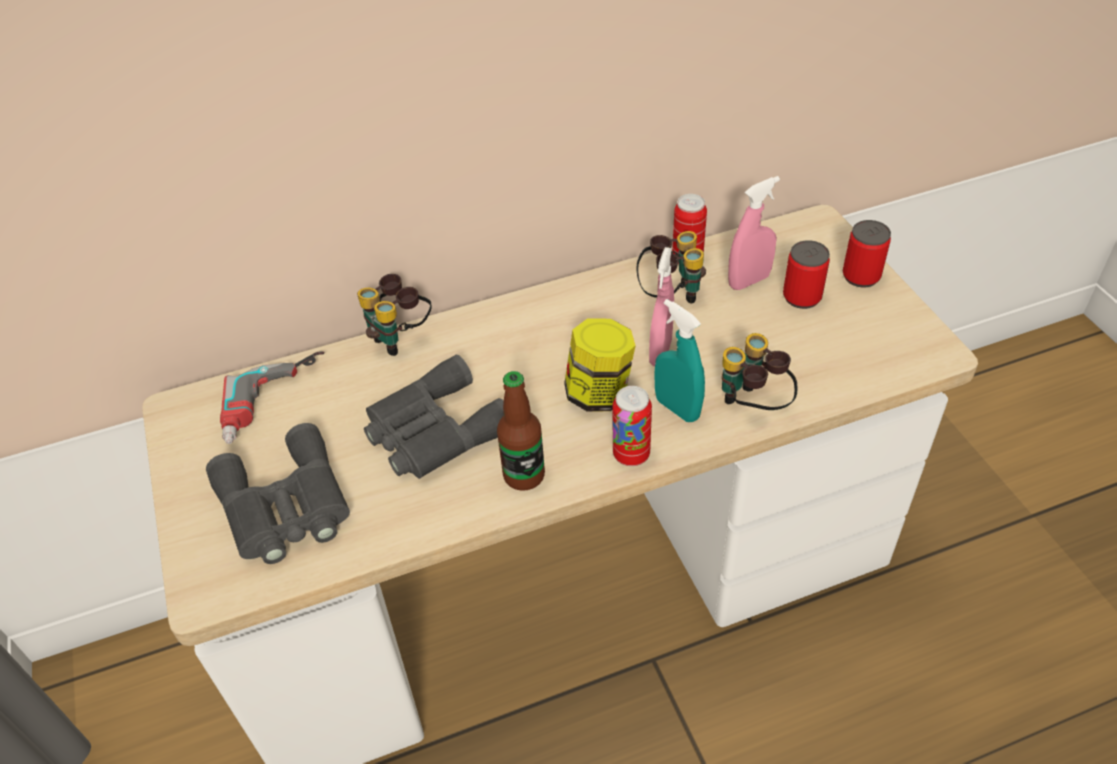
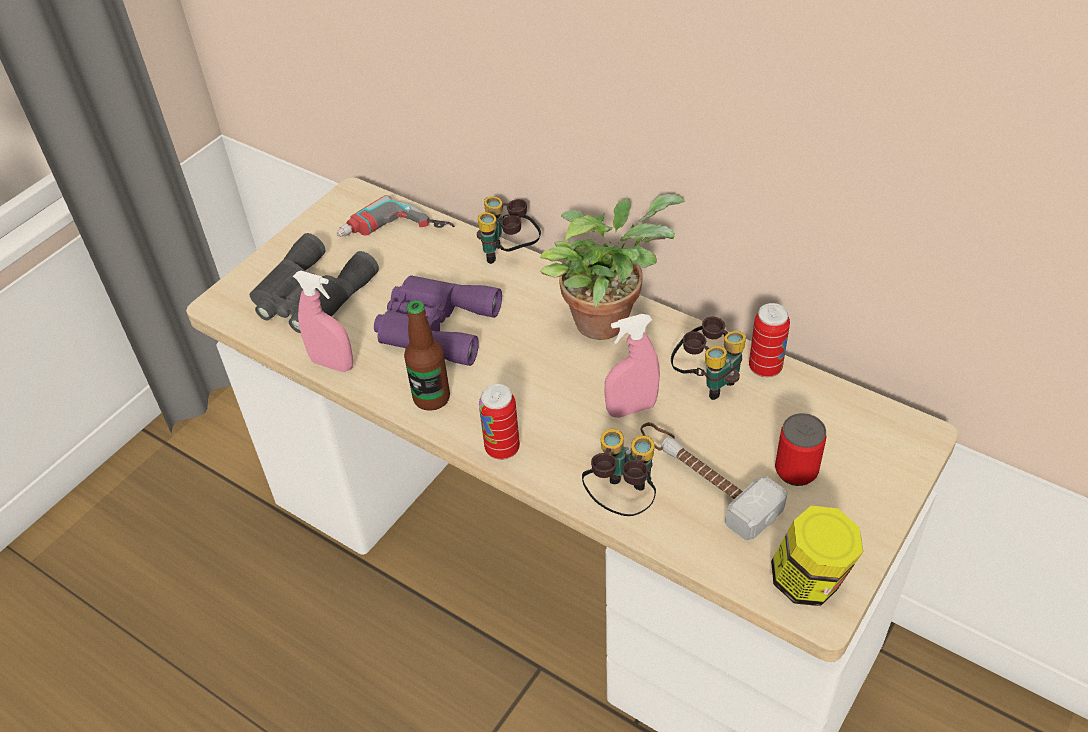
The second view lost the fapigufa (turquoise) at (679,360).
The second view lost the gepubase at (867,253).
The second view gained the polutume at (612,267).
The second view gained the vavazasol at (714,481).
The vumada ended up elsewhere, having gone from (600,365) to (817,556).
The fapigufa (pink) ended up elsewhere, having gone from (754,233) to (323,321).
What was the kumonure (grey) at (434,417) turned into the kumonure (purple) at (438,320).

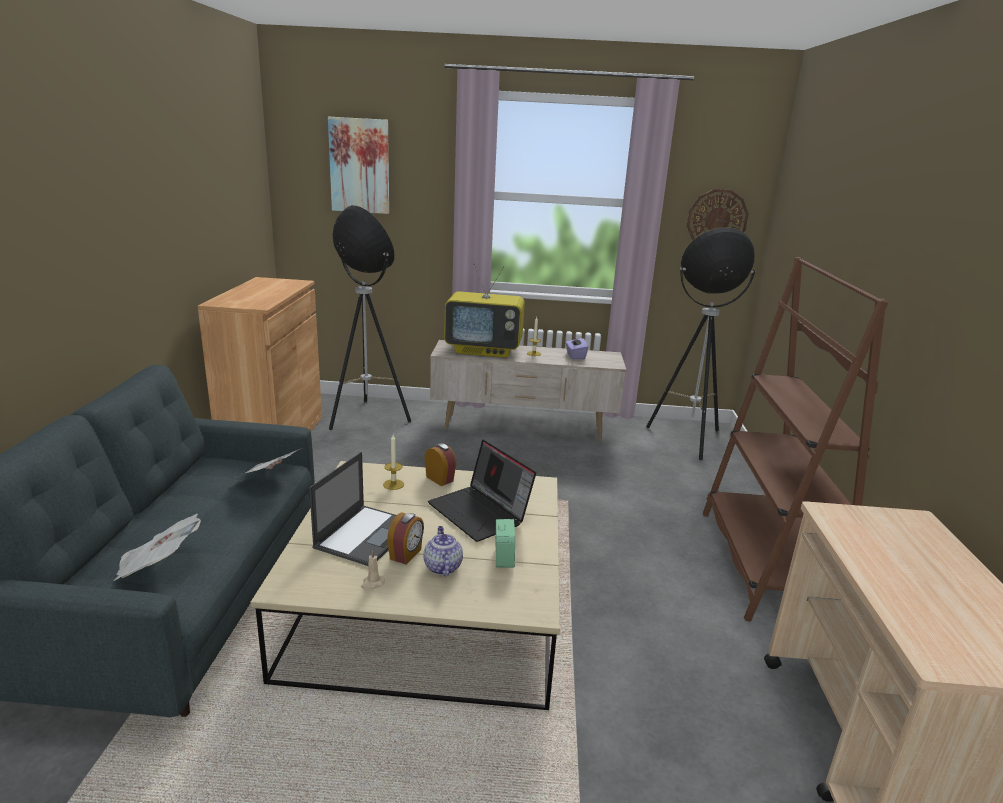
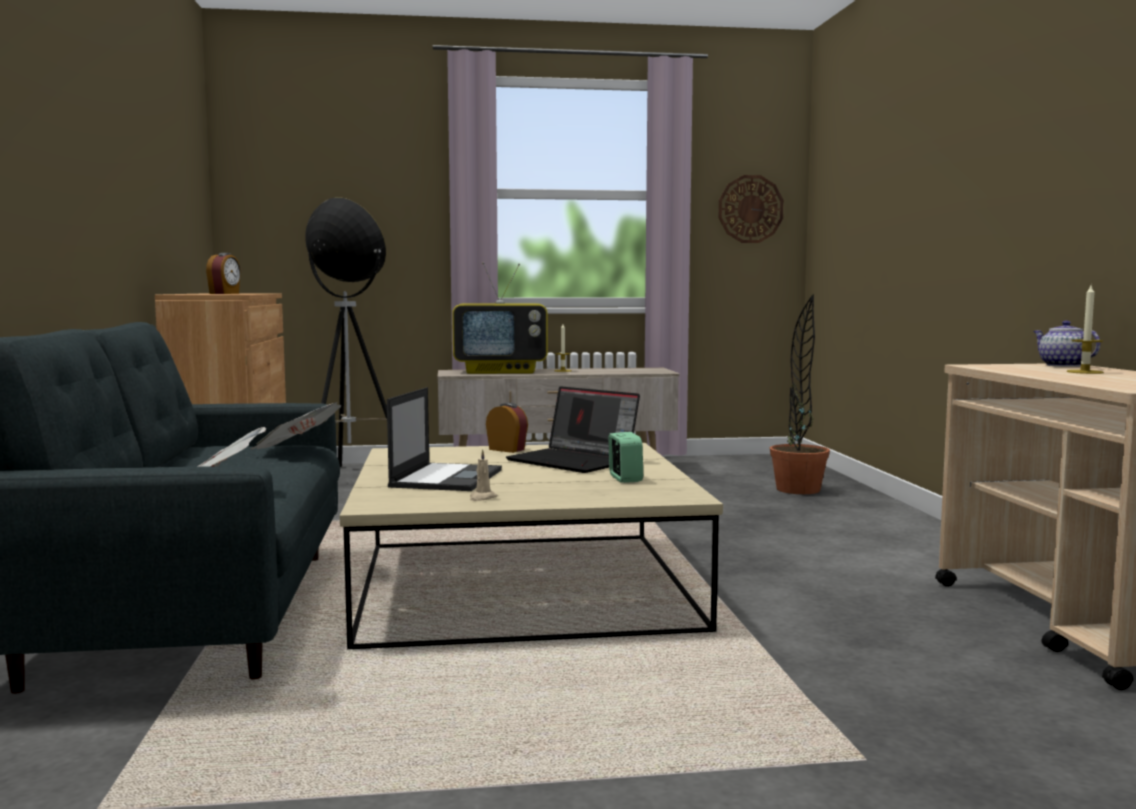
The second view lost the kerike at (358,165).
The second view lost the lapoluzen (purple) at (577,347).
The second view lost the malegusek at (700,343).
The second view lost the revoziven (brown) at (795,439).
The second view gained the polutume at (800,394).
The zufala ended up elsewhere, having gone from (393,462) to (1085,329).
The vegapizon ended up elsewhere, having gone from (405,538) to (223,273).
The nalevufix ended up elsewhere, having gone from (443,551) to (1066,344).

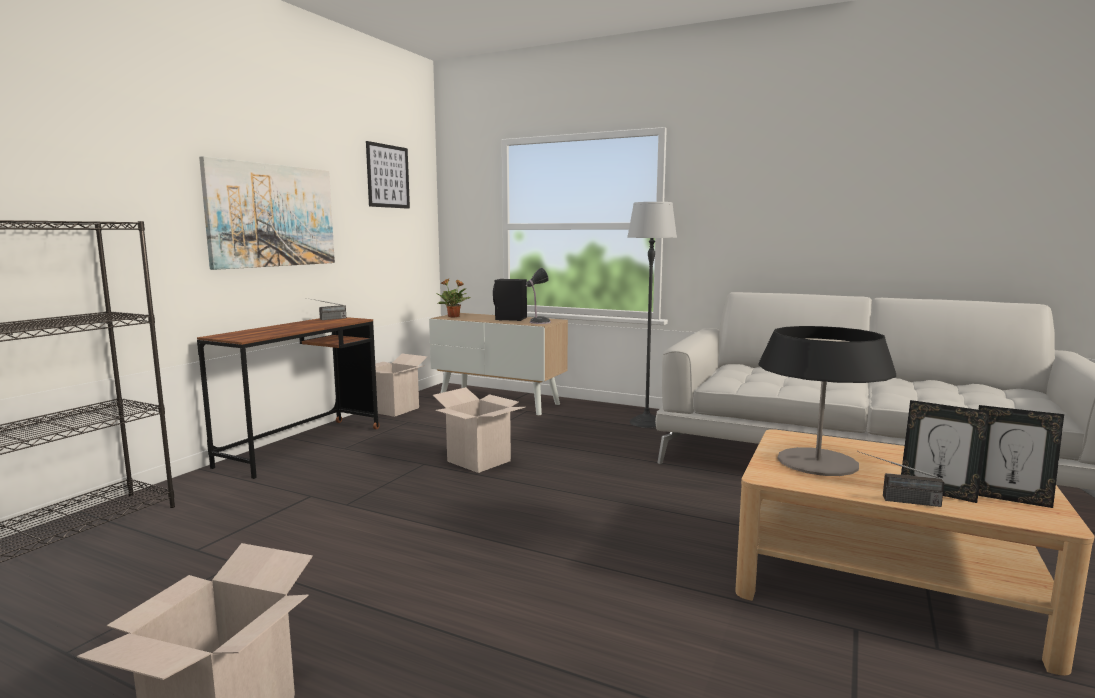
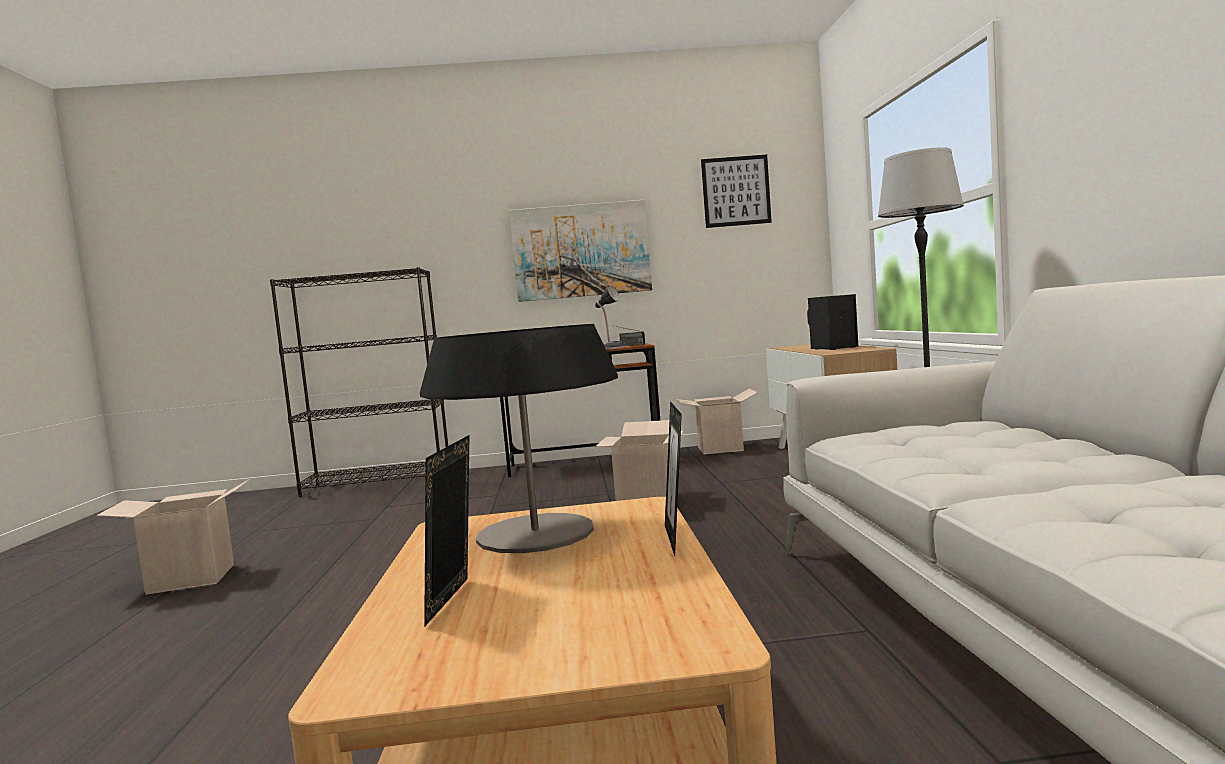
The second view lost the polutume at (453,298).
The second view lost the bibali at (900,479).
The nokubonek ended up elsewhere, having gone from (538,296) to (611,317).
The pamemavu ended up elsewhere, having gone from (1021,456) to (673,478).

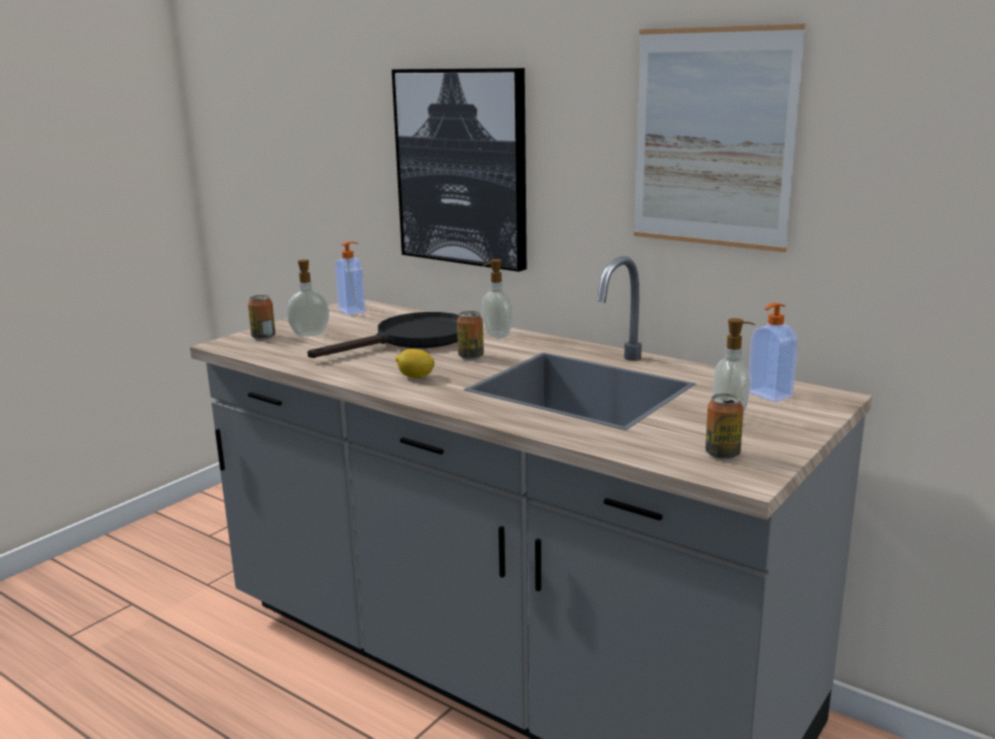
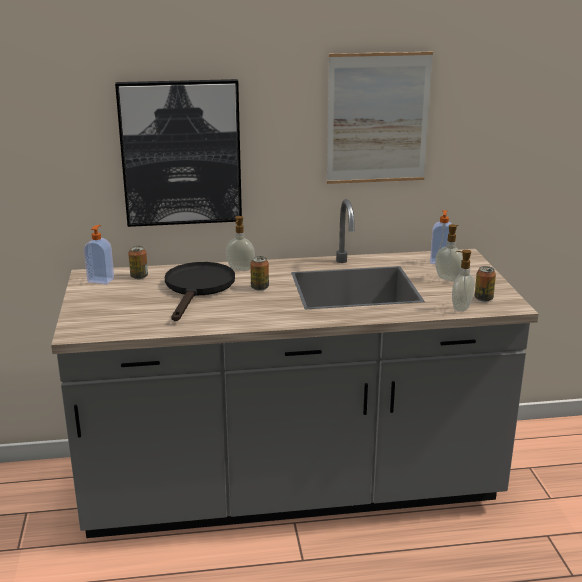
The second view lost the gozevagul at (415,363).
The gepubase ended up elsewhere, having gone from (261,317) to (138,262).
The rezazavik ended up elsewhere, having gone from (308,297) to (463,281).

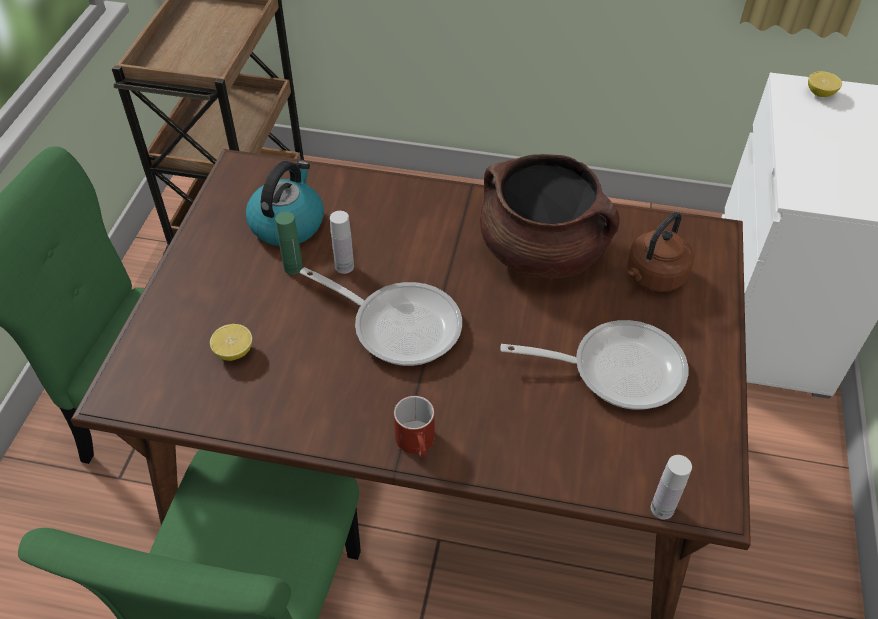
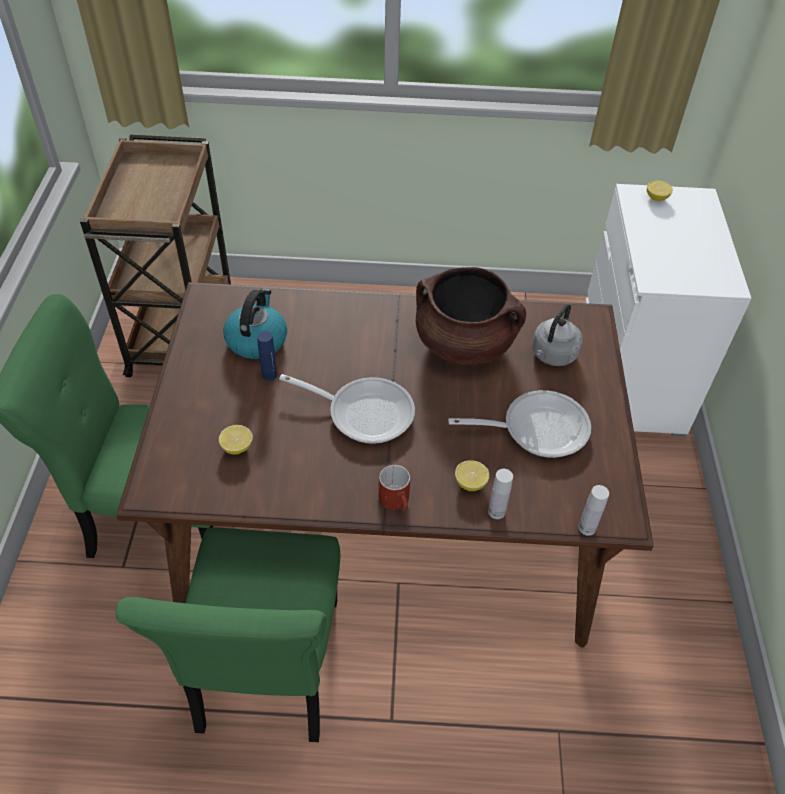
The second view gained the gozevagul at (472,475).
The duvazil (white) ended up elsewhere, having gone from (342,242) to (500,494).
What was the duvazil (green) at (289,243) turned into the duvazil (blue) at (267,356).
What was the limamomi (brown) at (660,252) turned into the limamomi (grey) at (557,335).

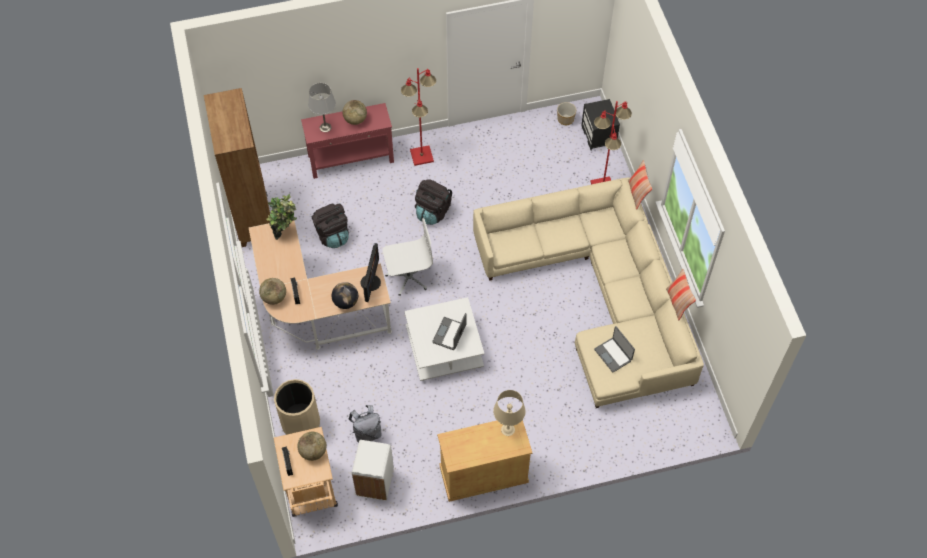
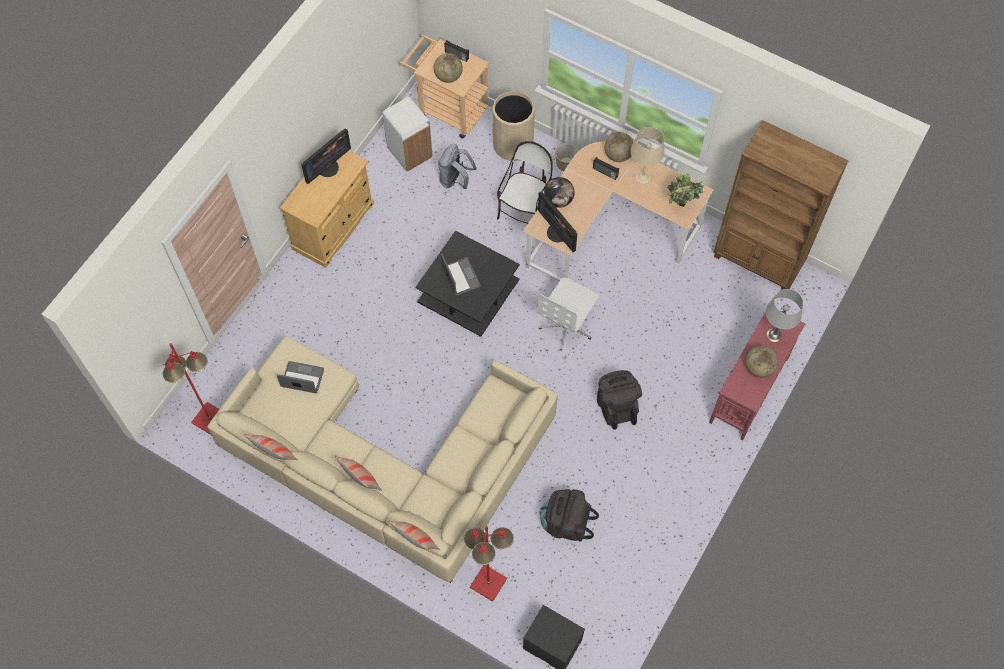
The second view gained the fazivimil at (326,156).
The second view gained the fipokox at (358,473).
The second view gained the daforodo at (525,182).
The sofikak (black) ended up elsewhere, having gone from (330,225) to (569,515).
The malegusek (red) ended up elsewhere, having gone from (418,117) to (191,389).
The nokubonek (beige) ended up elsewhere, having gone from (509,413) to (648,155).
The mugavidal ended up elsewhere, having gone from (566,113) to (566,157).
What was the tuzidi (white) at (444,339) turned into the tuzidi (black) at (467,283).

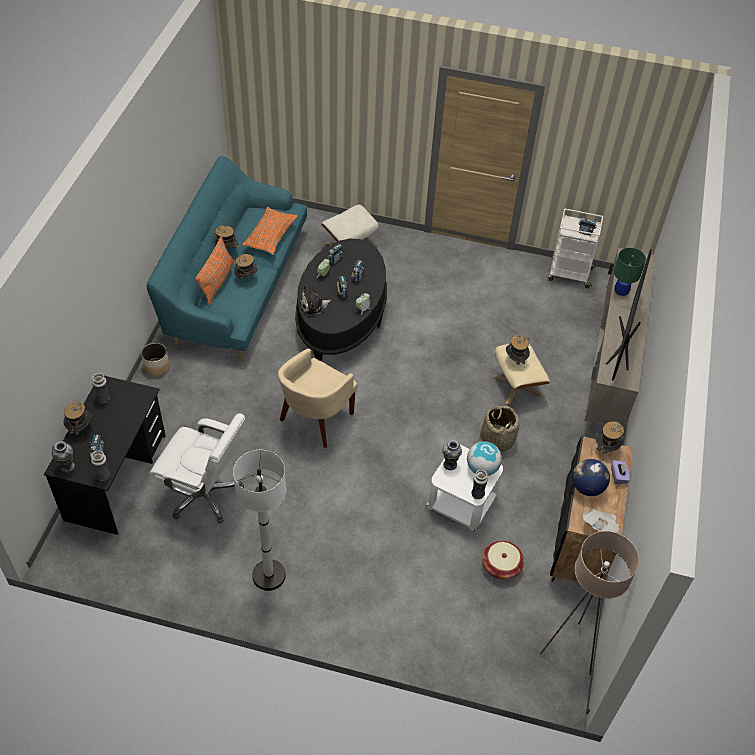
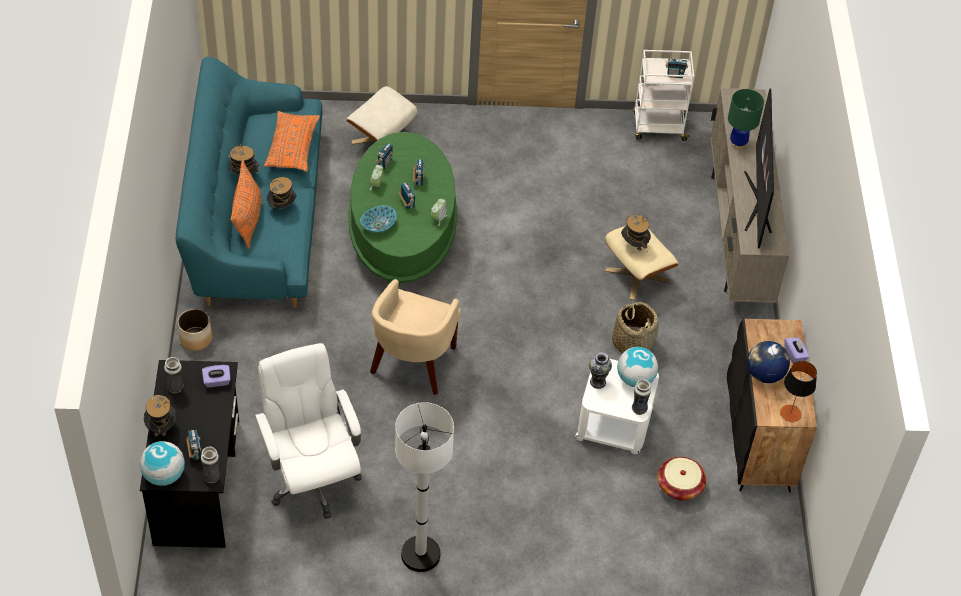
The second view lost the malegusek (beige) at (589,603).
The second view lost the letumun at (610,440).
The second view gained the lapoluzen (purple) at (216,376).
Where the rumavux stood at (63,457), the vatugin came to stand at (162,463).
Where the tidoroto stood at (315,301), the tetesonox came to stand at (378,218).
Where the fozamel stood at (601,520), the nokubonek came to stand at (798,391).
What was the tuzidi (black) at (341,300) turned into the tuzidi (green) at (402,209).
The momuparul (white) at (197,468) ended up facing another way, 120 degrees counterclockwise from before.

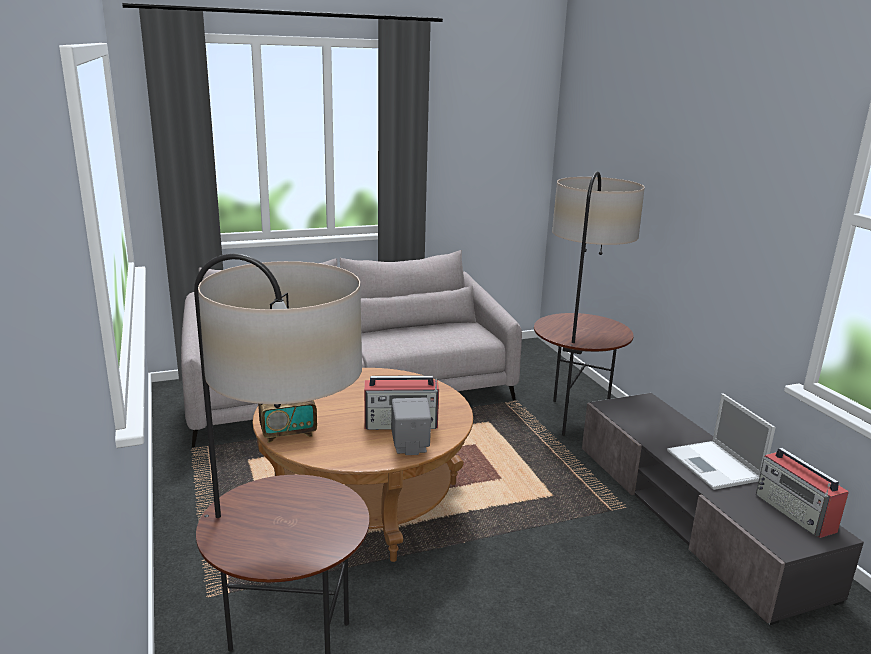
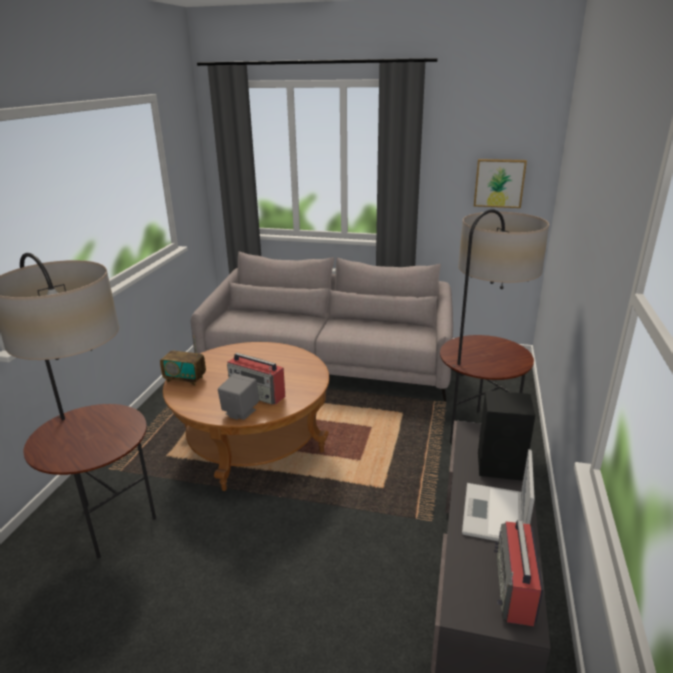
The second view gained the kerike at (500,183).
The second view gained the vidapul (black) at (506,435).

